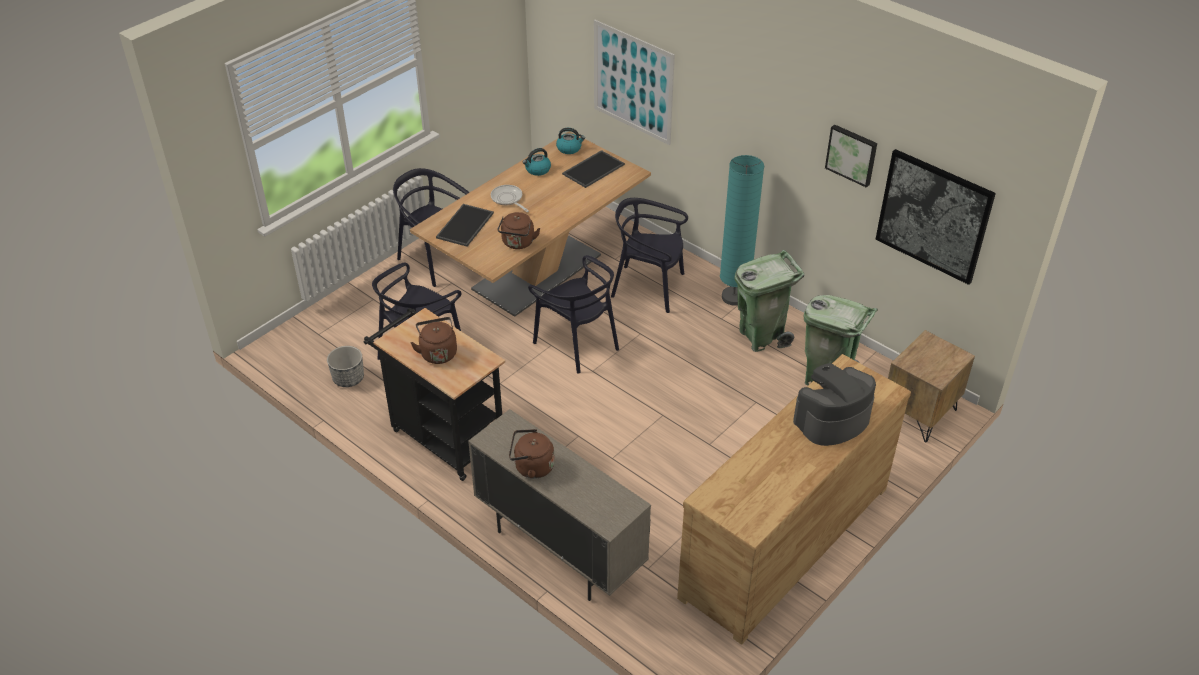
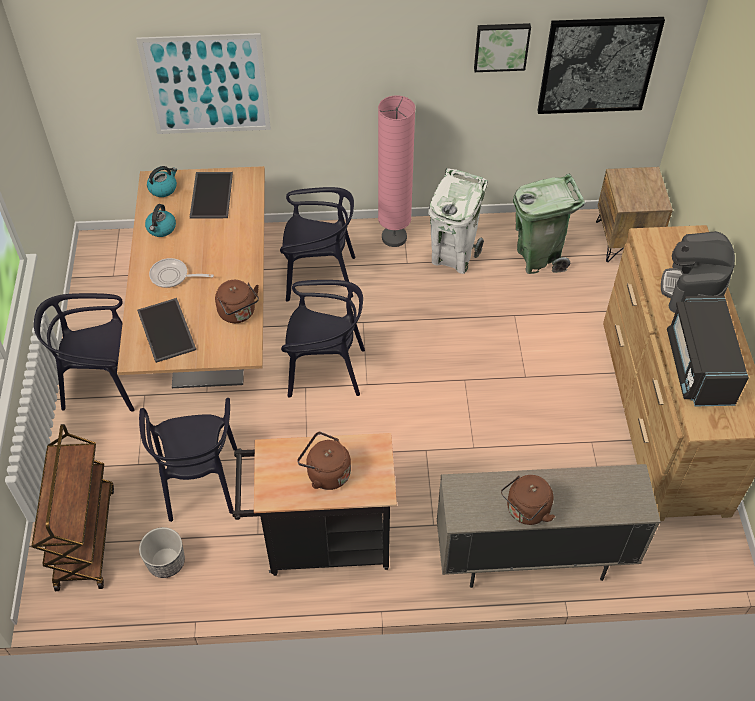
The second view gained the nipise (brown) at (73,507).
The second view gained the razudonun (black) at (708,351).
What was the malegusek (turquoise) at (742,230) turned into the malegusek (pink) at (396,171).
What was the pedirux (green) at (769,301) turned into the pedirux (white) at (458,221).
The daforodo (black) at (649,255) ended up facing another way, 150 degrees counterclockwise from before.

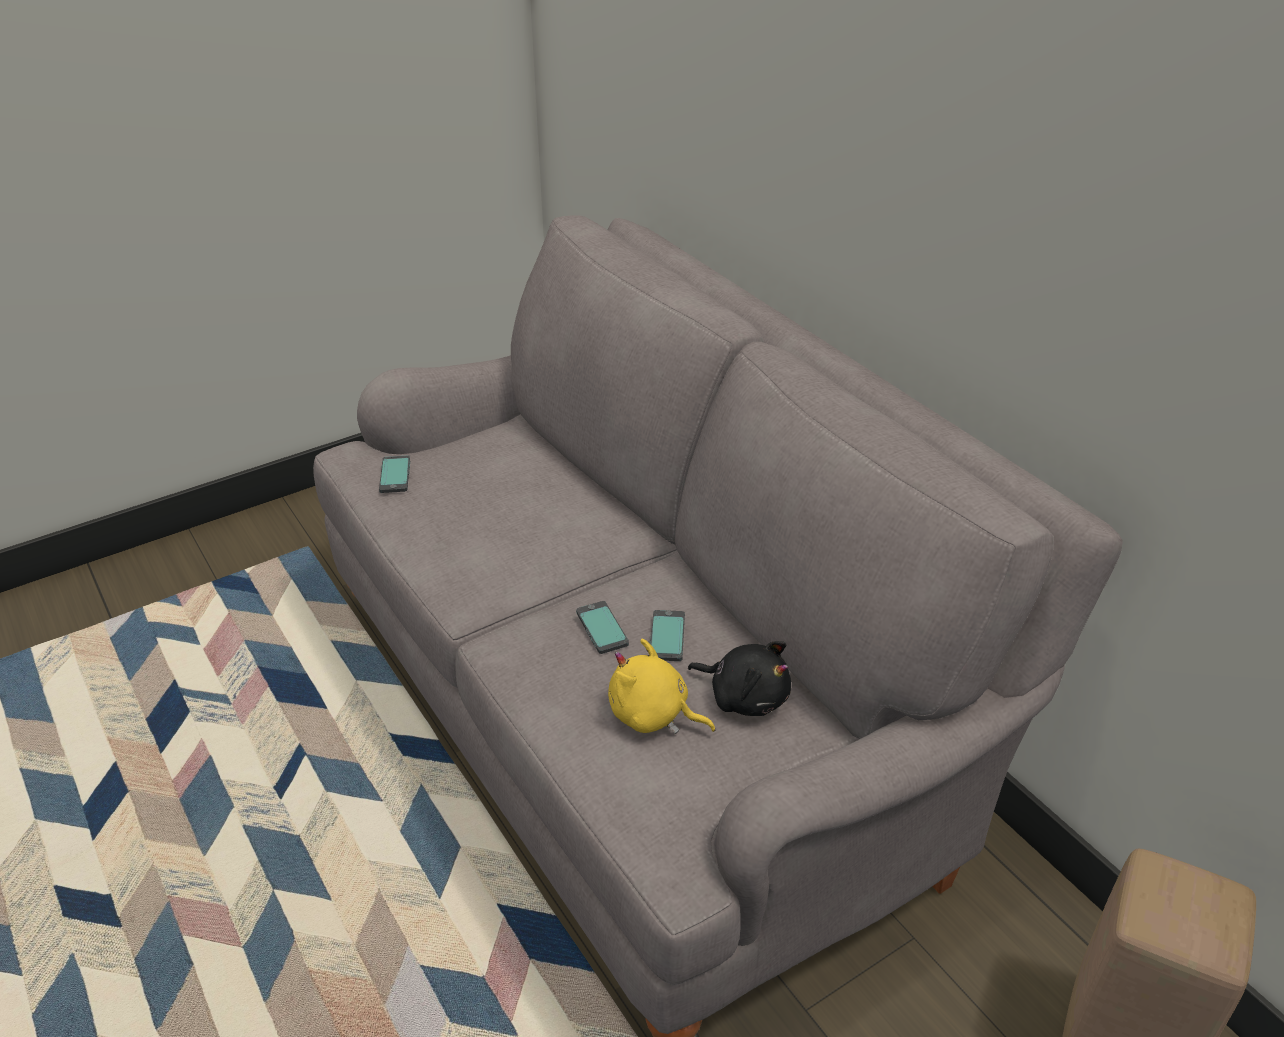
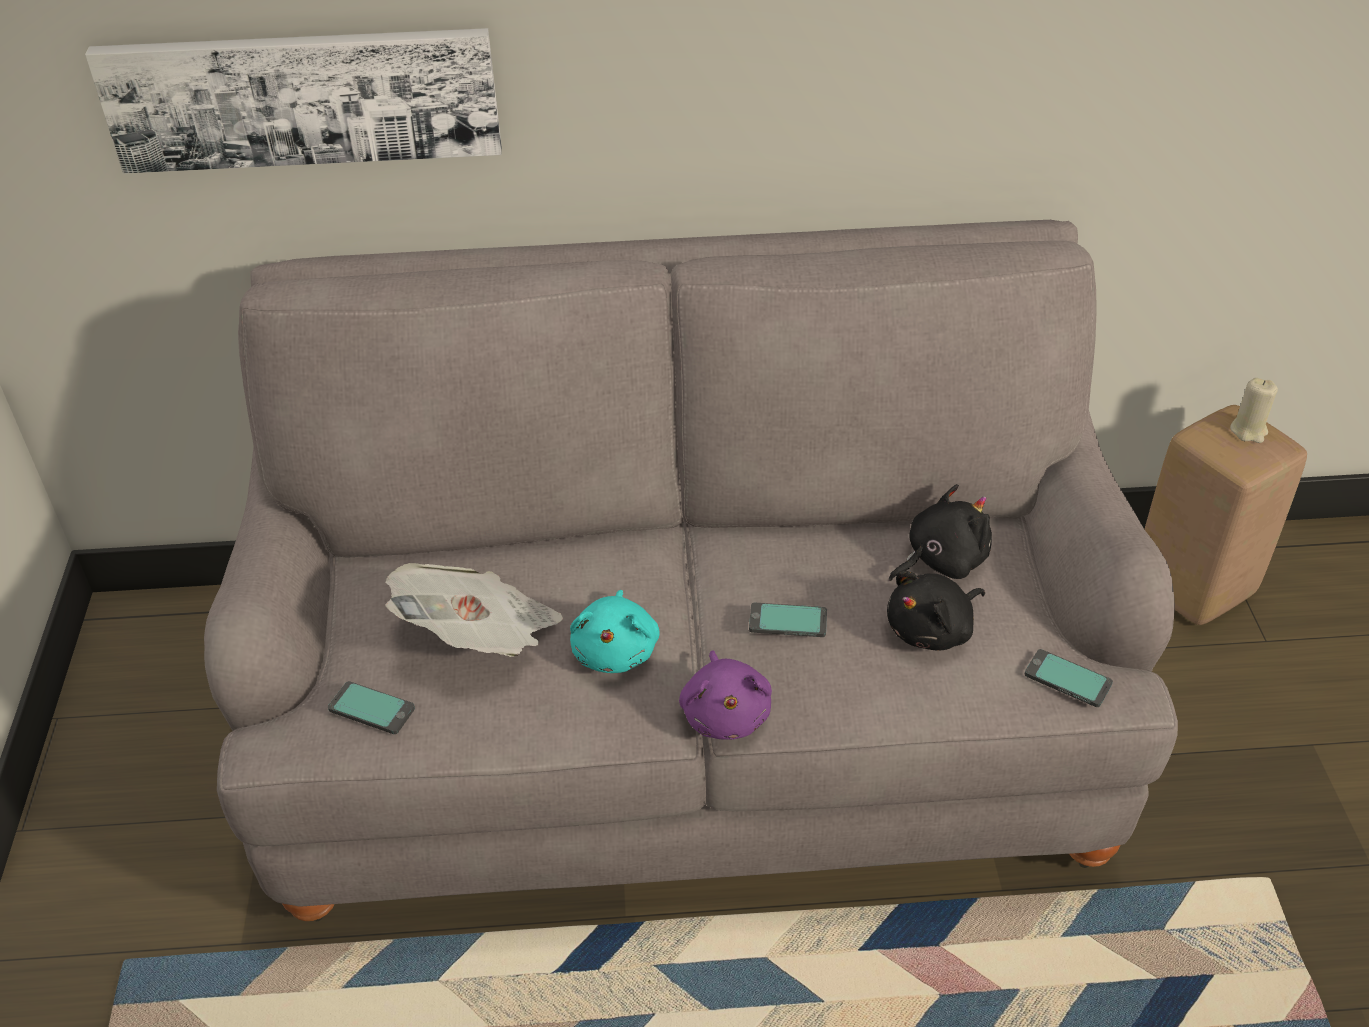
The second view gained the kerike at (293,101).
The second view gained the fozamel at (474,610).
The second view gained the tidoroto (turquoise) at (615,631).
The second view gained the tidoroto (purple) at (725,695).
The second view gained the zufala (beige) at (1254,410).
The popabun ended up elsewhere, having gone from (667,635) to (1069,678).
What was the tidoroto (yellow) at (661,686) turned into the tidoroto (black) at (936,611).

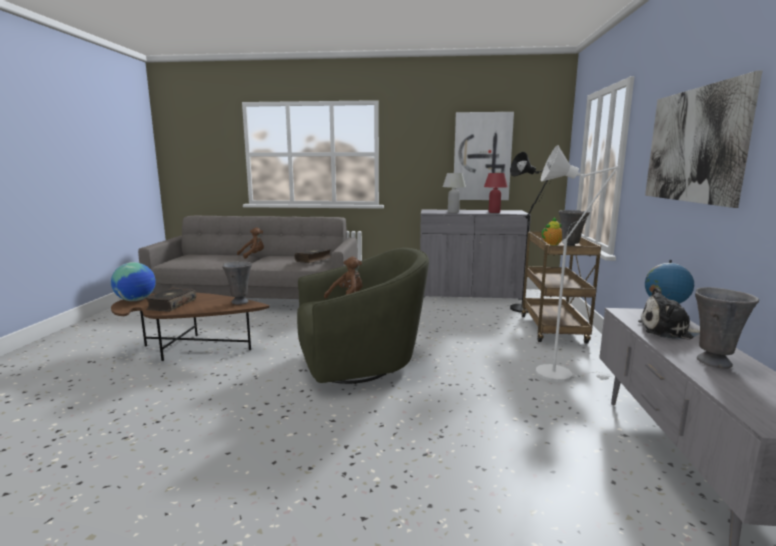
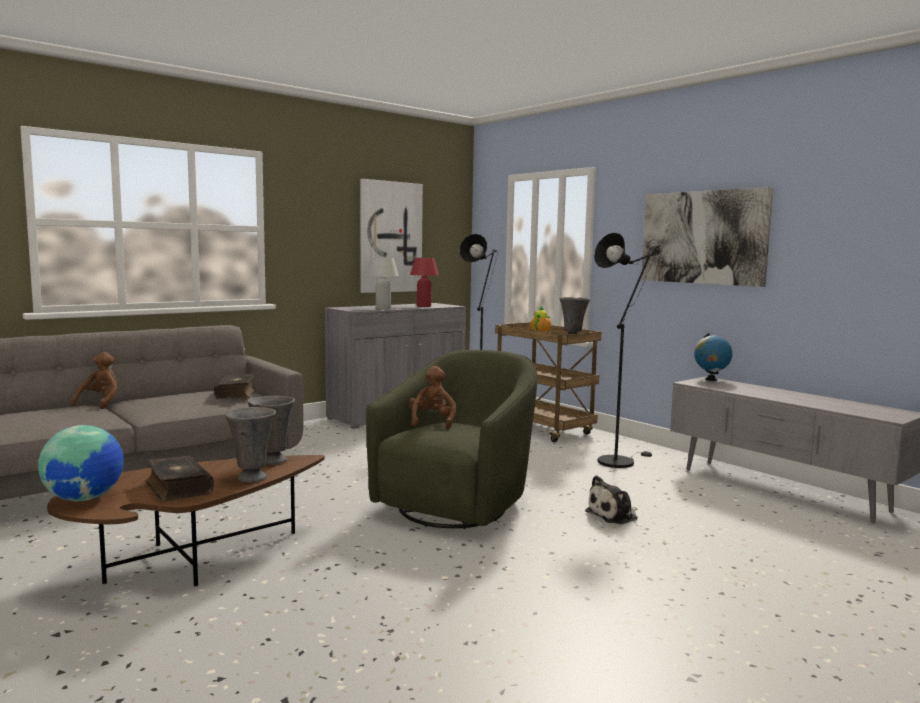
The tidoroto ended up elsewhere, having gone from (669,313) to (611,499).
The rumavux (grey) ended up elsewhere, having gone from (727,328) to (250,444).
What was the malegusek (white) at (578,263) turned into the malegusek (black) at (624,350).

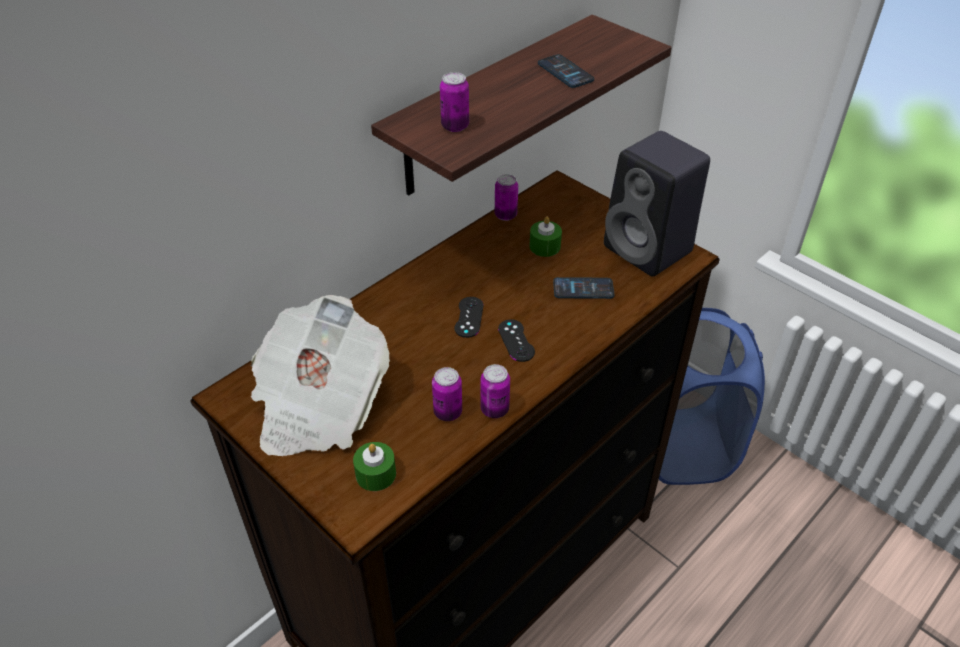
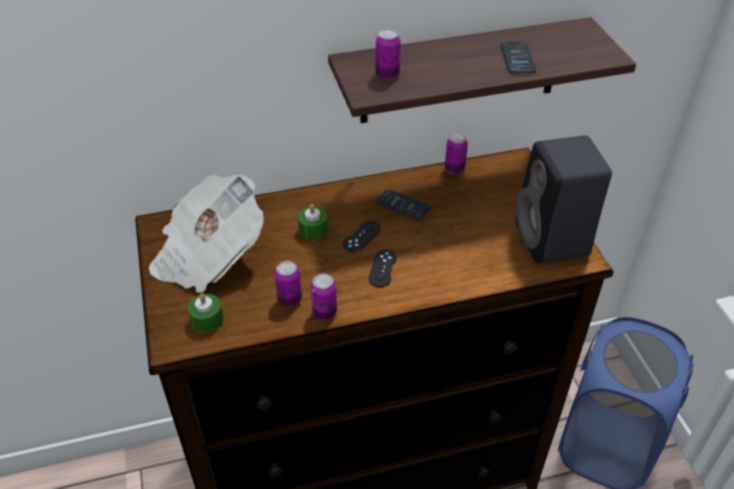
The zufala (green) ended up elsewhere, having gone from (546,236) to (313,222).
The popabun ended up elsewhere, having gone from (583,288) to (403,205).

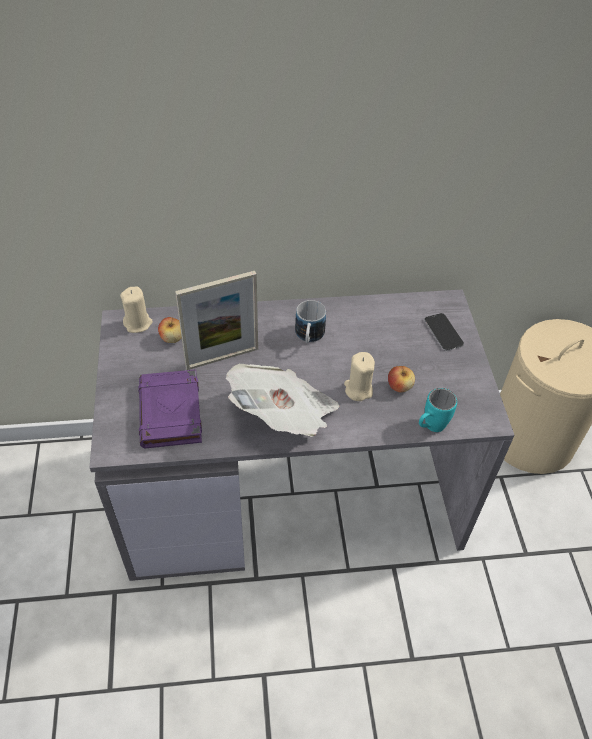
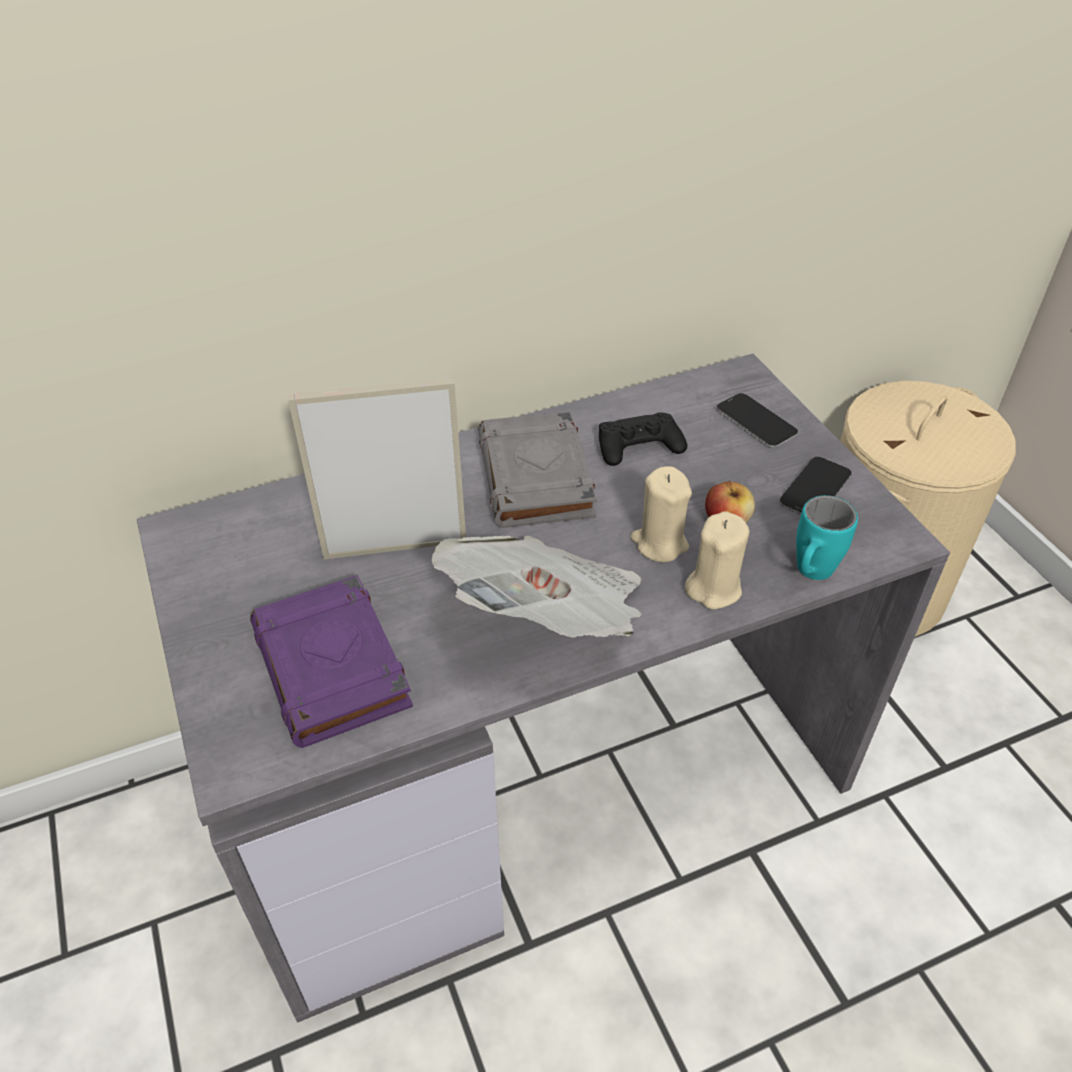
The second view lost the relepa at (170,330).
The second view gained the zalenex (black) at (643,439).
The second view gained the popabun at (815,486).
The zufala (beige) ended up elsewhere, having gone from (136,309) to (717,560).
Where the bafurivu stood at (310,321), the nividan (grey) came to stand at (537,469).
The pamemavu at (216,320) ended up facing another way, 150 degrees counterclockwise from before.

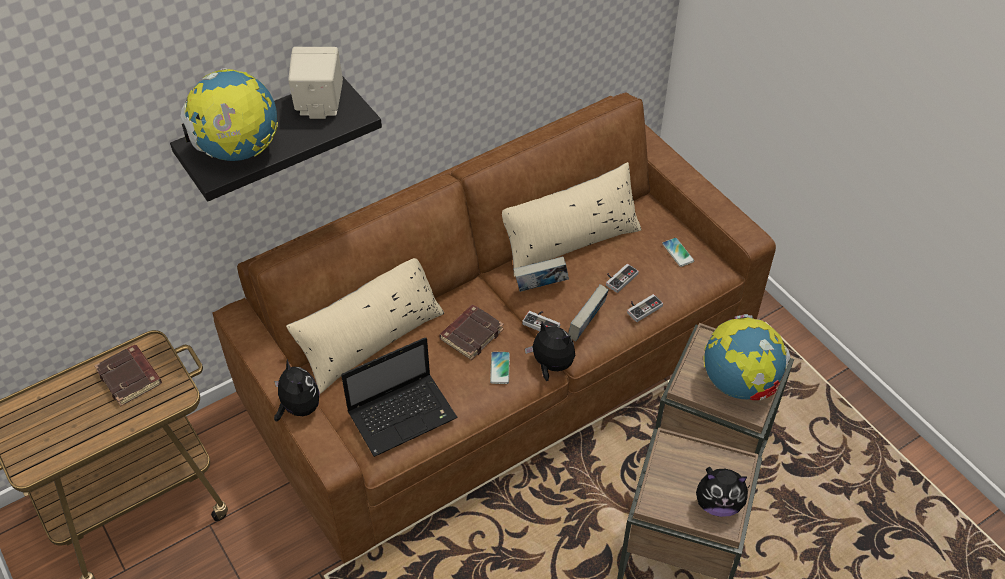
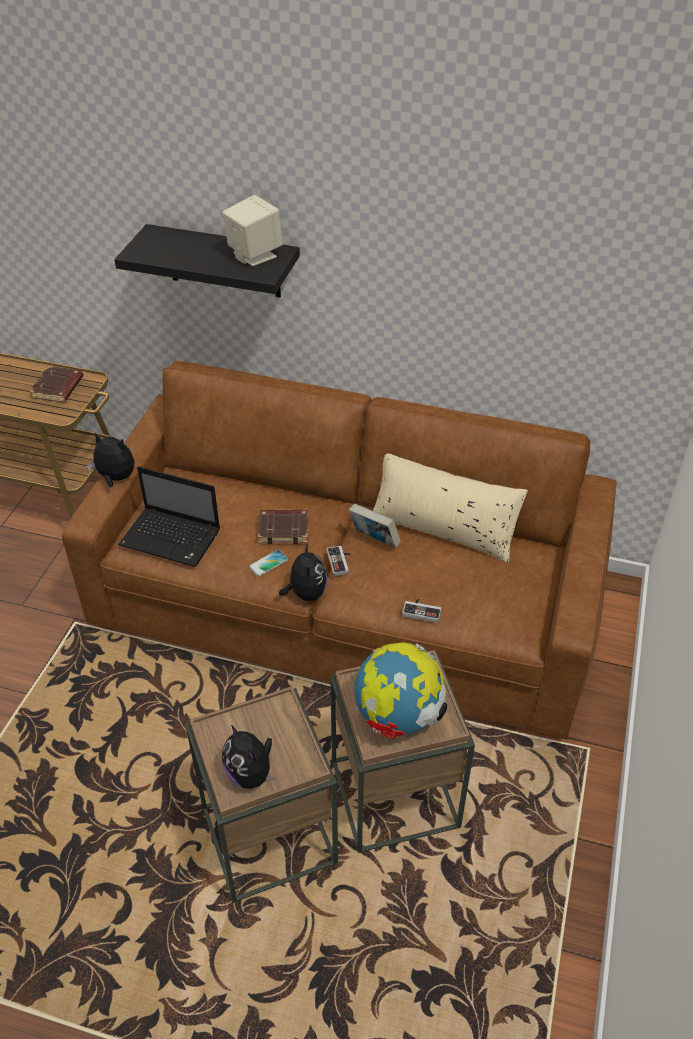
The second view lost the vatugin at (229,114).
The second view lost the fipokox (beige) at (365,326).
The second view lost the nividan at (588,313).
The second view lost the zalenex at (622,278).
The second view lost the popabun at (678,252).
The tidoroto at (297,390) ended up facing another way, 90 degrees counterclockwise from before.

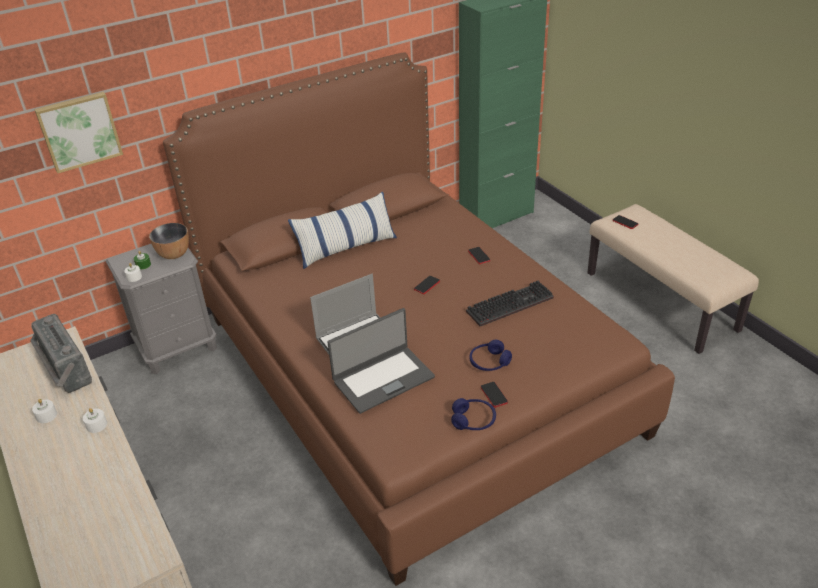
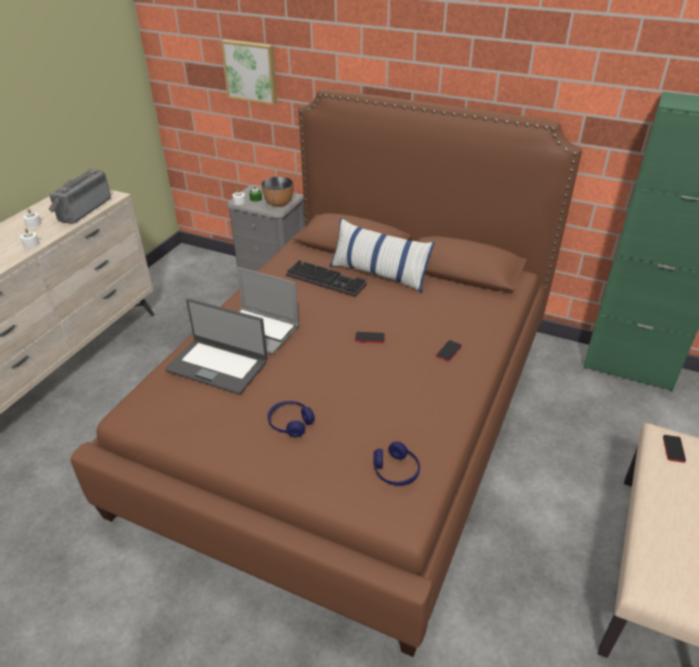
The second view lost the popabun at (494,395).
The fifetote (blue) ended up elsewhere, having gone from (473,414) to (396,463).
The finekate ended up elsewhere, having gone from (510,303) to (326,278).

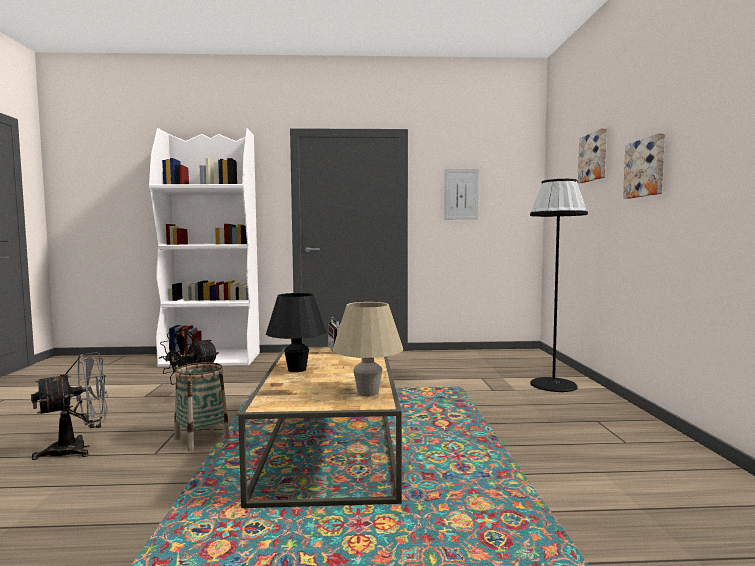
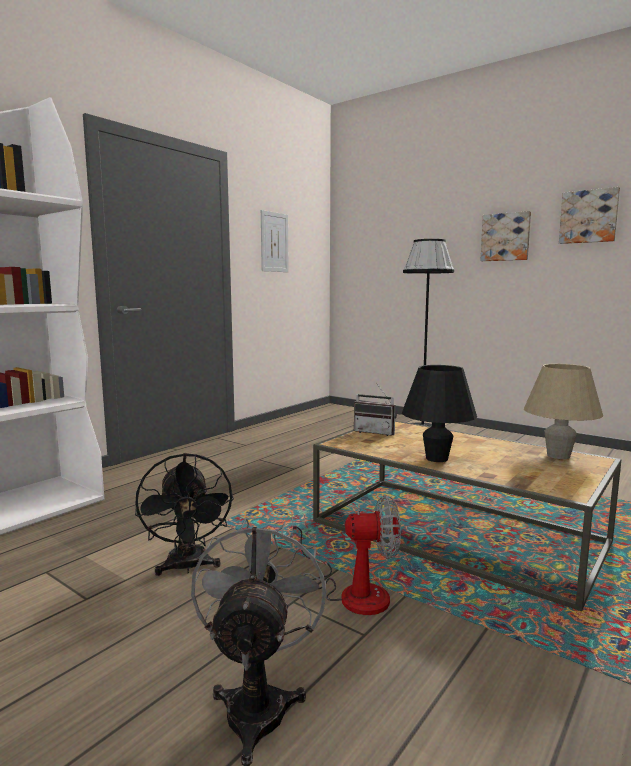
The kerike ended up elsewhere, having gone from (592,155) to (589,215).
Where the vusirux stood at (202,406), the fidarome came to stand at (347,555).

